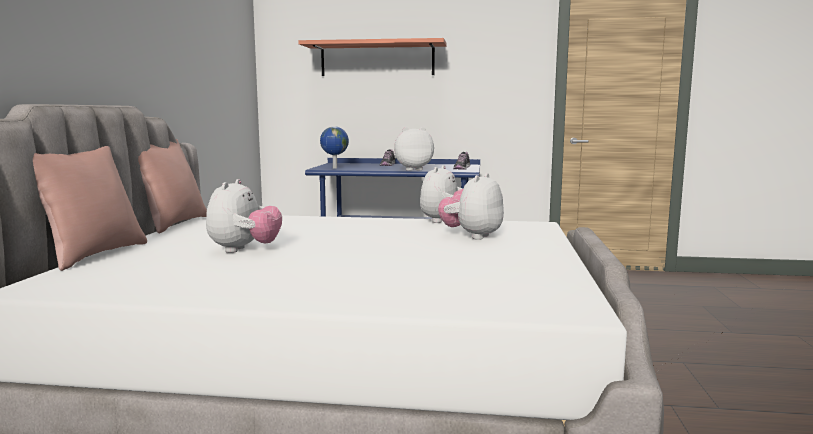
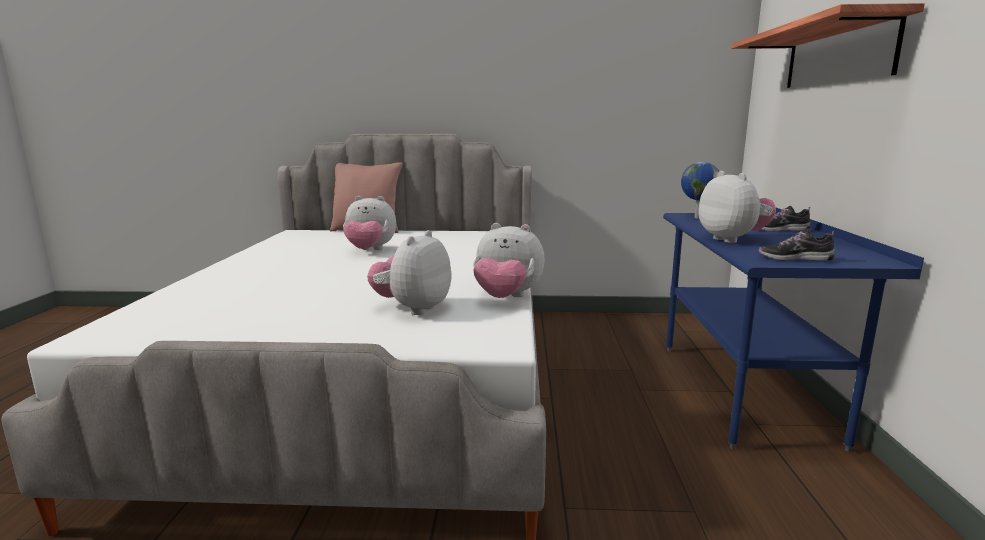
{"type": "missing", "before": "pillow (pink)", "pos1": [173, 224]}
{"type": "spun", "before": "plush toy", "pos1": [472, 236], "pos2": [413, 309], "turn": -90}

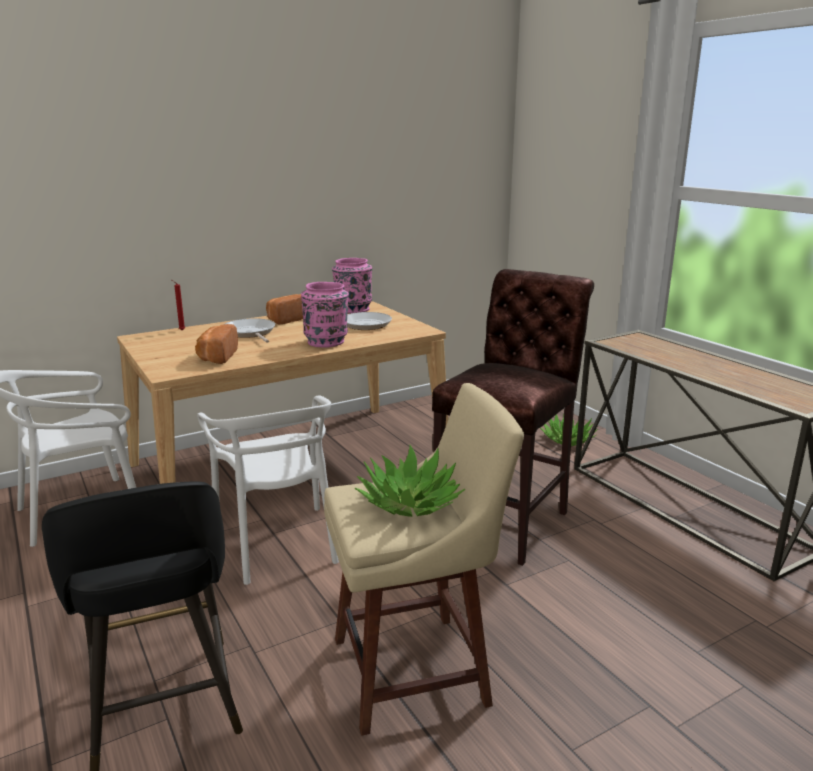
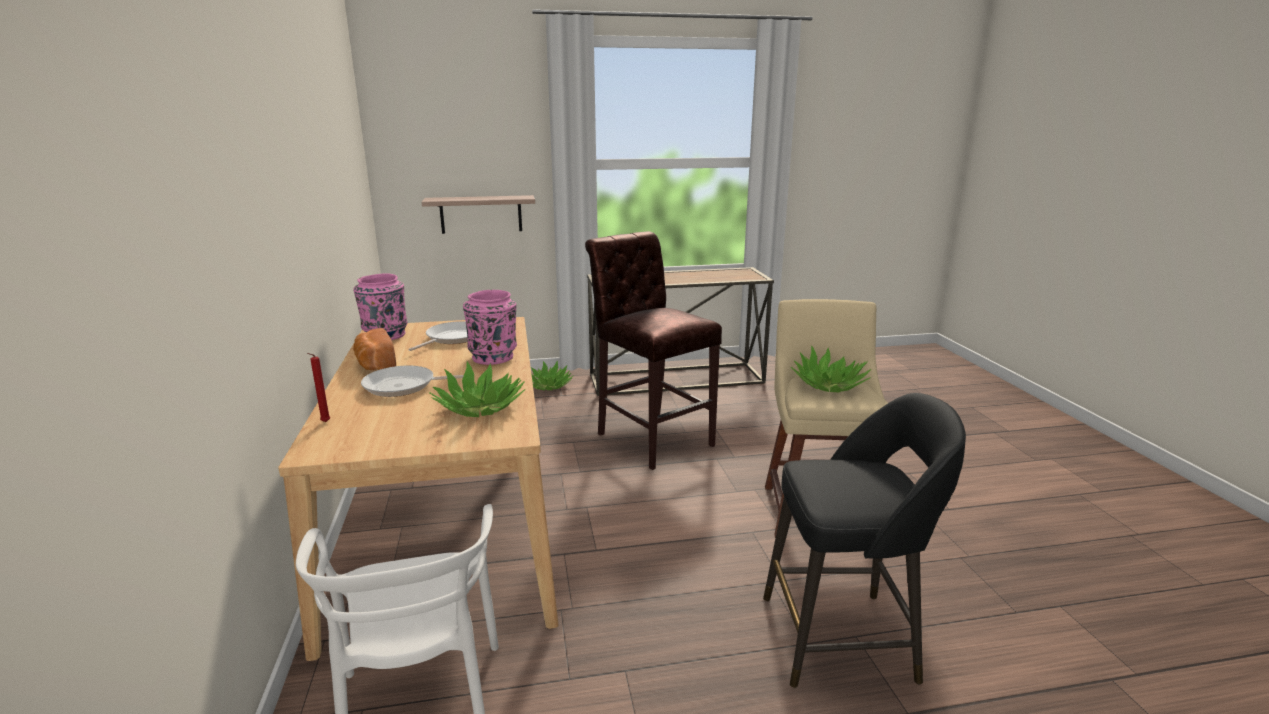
{"type": "exchanged", "before": "bread", "after": "potted plant", "pos1": [216, 357], "pos2": [480, 407]}
{"type": "missing", "before": "chair (white)", "pos1": [278, 543]}
{"type": "appeared", "after": "shelf", "pos2": [481, 214]}

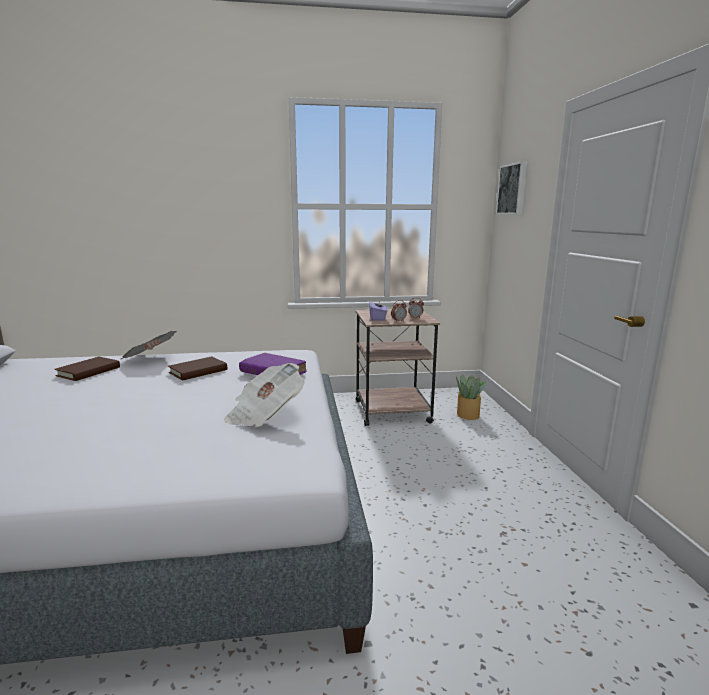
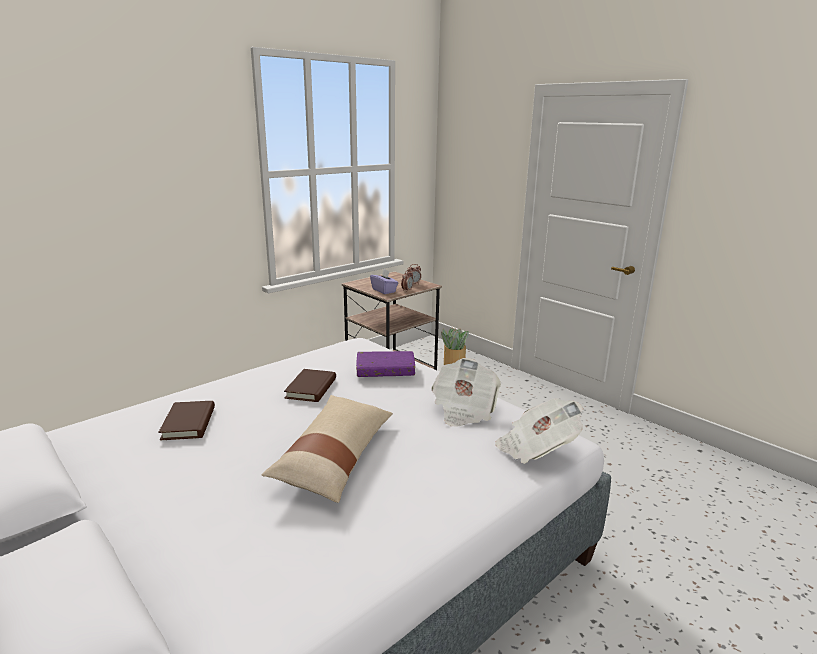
{"type": "missing", "before": "picture", "pos1": [513, 189]}
{"type": "relocated", "before": "newspaper", "pos1": [150, 359], "pos2": [536, 448]}
{"type": "appeared", "after": "pillow (beige)", "pos2": [334, 458]}

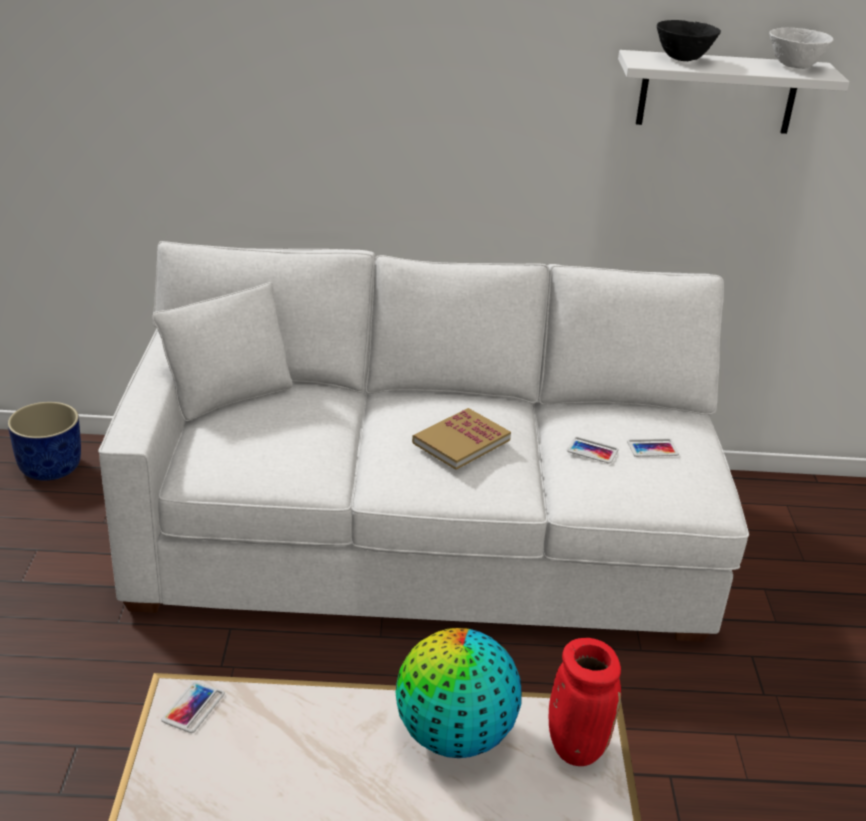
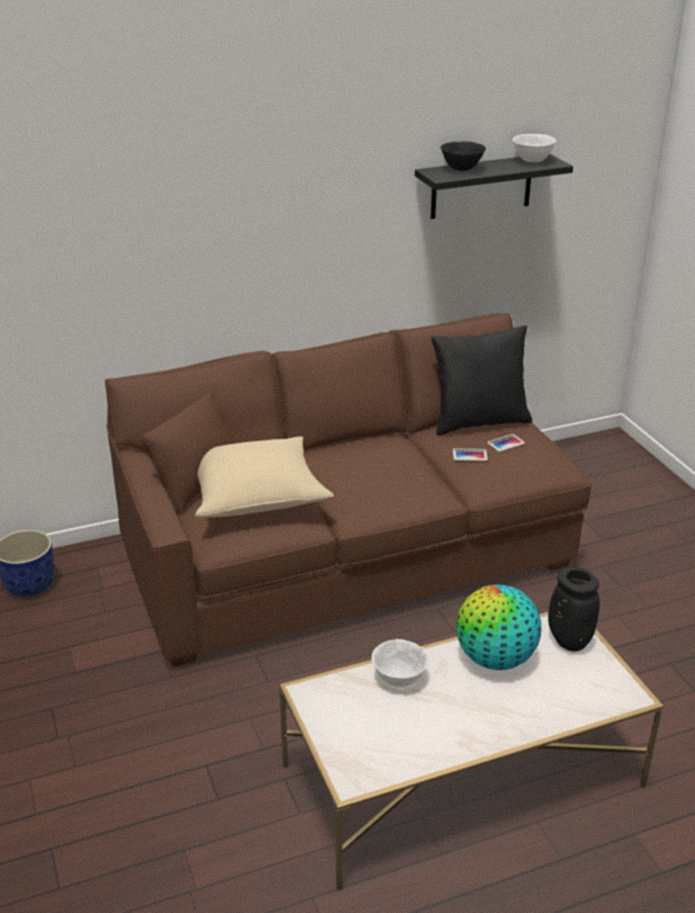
{"type": "colour", "before": "shelf (white)", "after": "shelf (black)", "pos1": [717, 92], "pos2": [481, 186]}
{"type": "colour", "before": "sofa (white)", "after": "sofa (brown)", "pos1": [425, 538], "pos2": [347, 553]}
{"type": "missing", "before": "book", "pos1": [461, 441]}
{"type": "colour", "before": "vase (red)", "after": "vase (black)", "pos1": [574, 746], "pos2": [567, 641]}
{"type": "missing", "before": "phone", "pos1": [193, 707]}
{"type": "appeared", "after": "pillow (black)", "pos2": [479, 422]}
{"type": "appeared", "after": "pillow (beige)", "pos2": [256, 497]}
{"type": "appeared", "after": "bowl (white)", "pos2": [399, 678]}

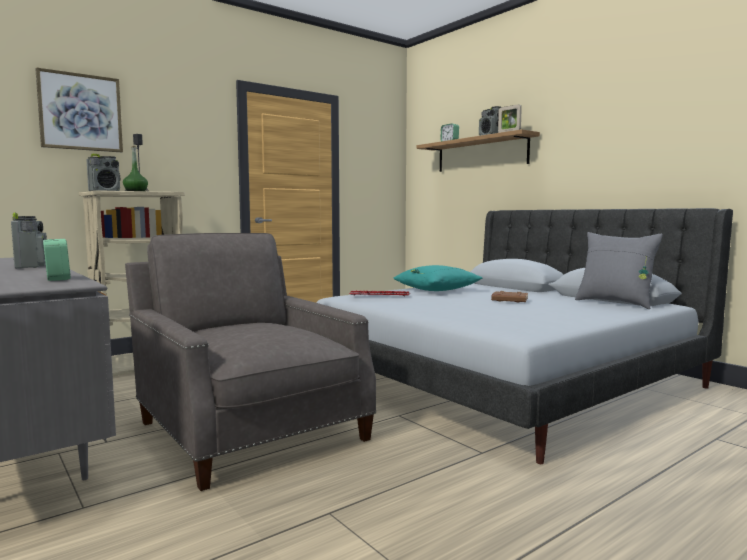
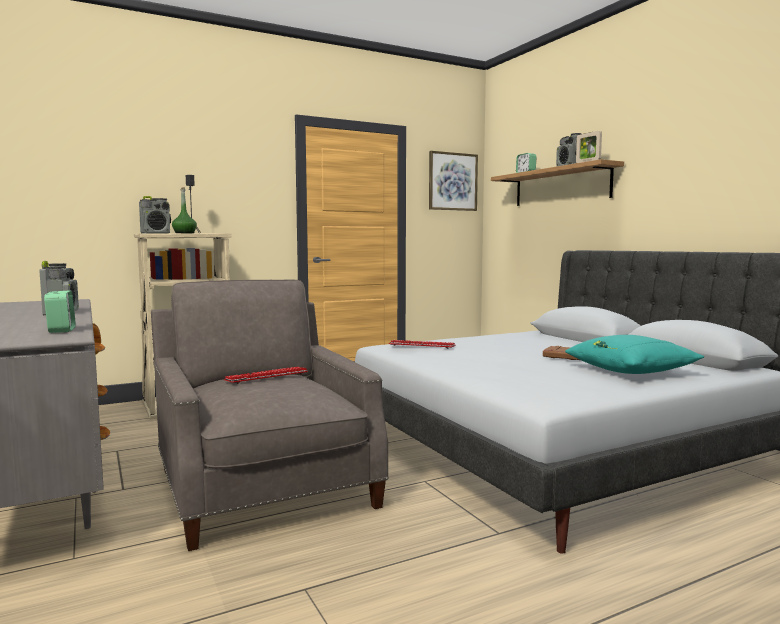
{"type": "relocated", "before": "picture", "pos1": [80, 112], "pos2": [452, 181]}
{"type": "missing", "before": "pillow (grey)", "pos1": [615, 303]}
{"type": "relocated", "before": "pillow (turquoise)", "pos1": [437, 290], "pos2": [631, 372]}
{"type": "appeared", "after": "keyboard", "pos2": [266, 377]}

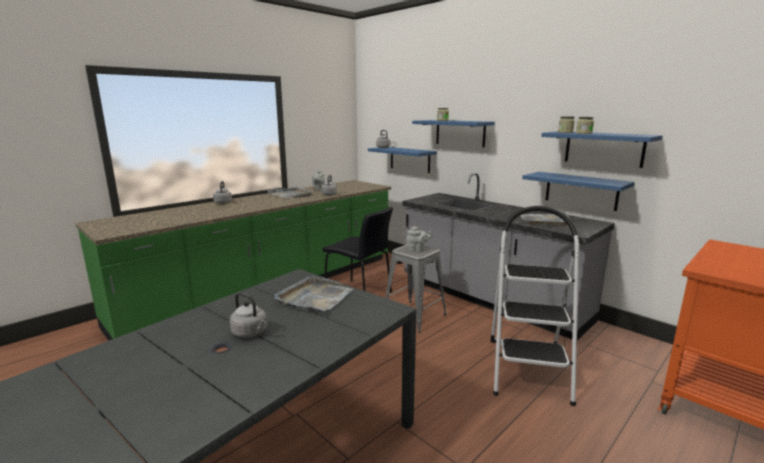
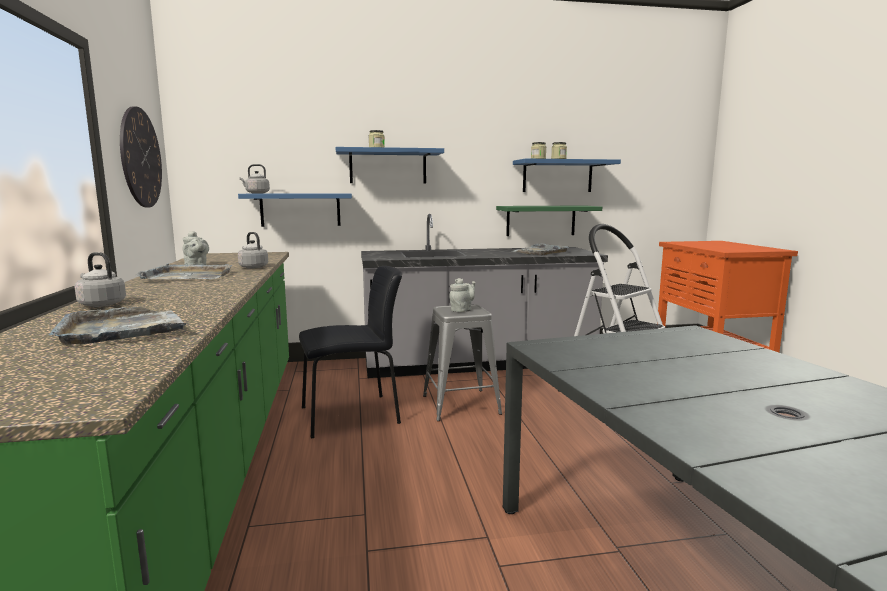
{"type": "colour", "before": "shelf (blue)", "after": "shelf (green)", "pos1": [581, 190], "pos2": [541, 220]}
{"type": "relocated", "before": "tray (grey)", "pos1": [315, 297], "pos2": [123, 329]}
{"type": "missing", "before": "kettle (grey)", "pos1": [251, 333]}
{"type": "appeared", "after": "wall clock", "pos2": [141, 158]}

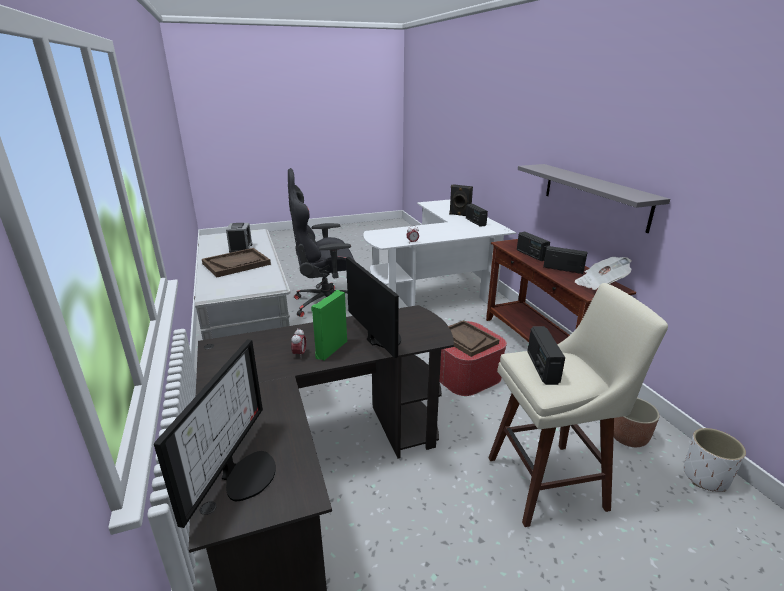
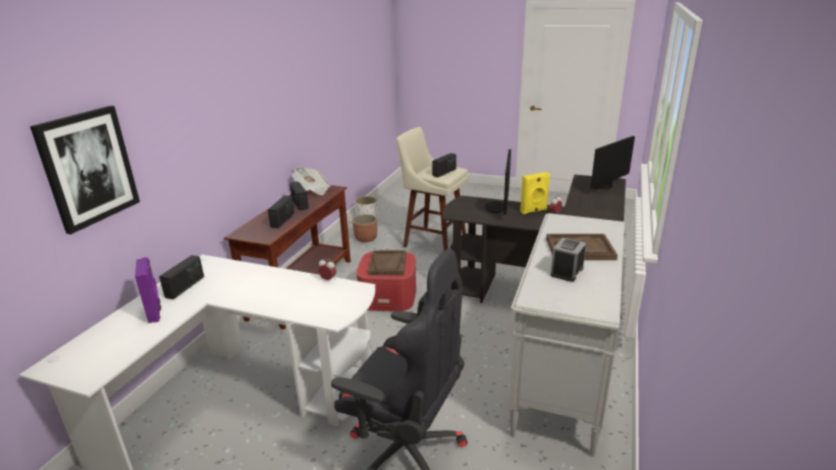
{"type": "missing", "before": "shelf (grey)", "pos1": [594, 195]}
{"type": "colour", "before": "speaker (black)", "after": "speaker (purple)", "pos1": [459, 215], "pos2": [155, 312]}
{"type": "colour", "before": "speaker (green)", "after": "speaker (yellow)", "pos1": [330, 349], "pos2": [534, 211]}
{"type": "appeared", "after": "picture", "pos2": [88, 168]}

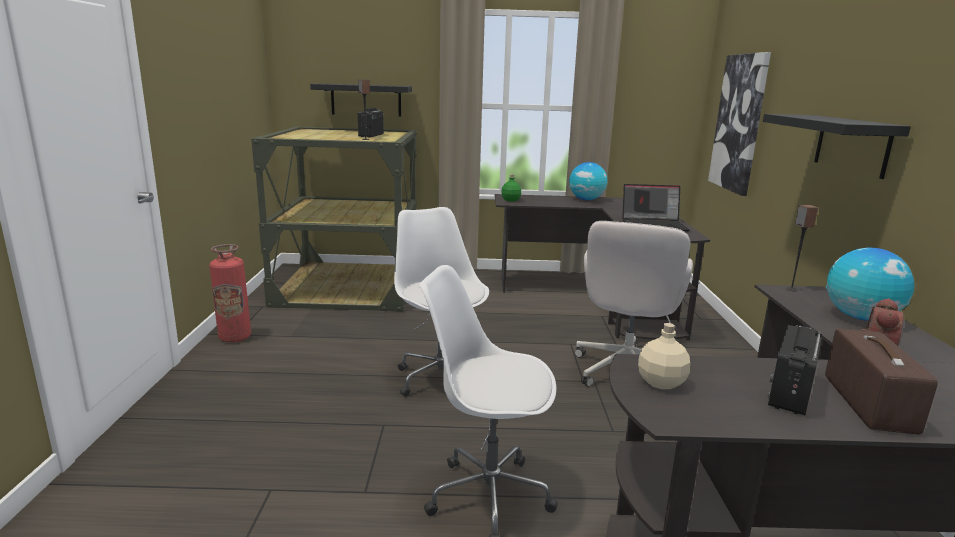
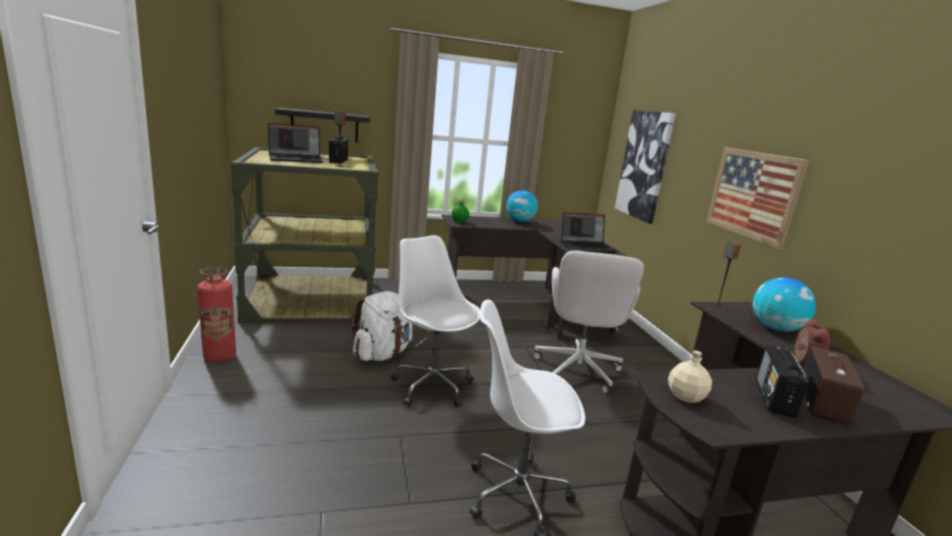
{"type": "exchanged", "before": "shelf (black)", "after": "picture", "pos1": [851, 145], "pos2": [752, 194]}
{"type": "spun", "before": "radio", "pos1": [866, 402], "pos2": [824, 402], "turn": -150}
{"type": "appeared", "after": "laptop", "pos2": [296, 159]}
{"type": "appeared", "after": "backpack (white)", "pos2": [381, 354]}

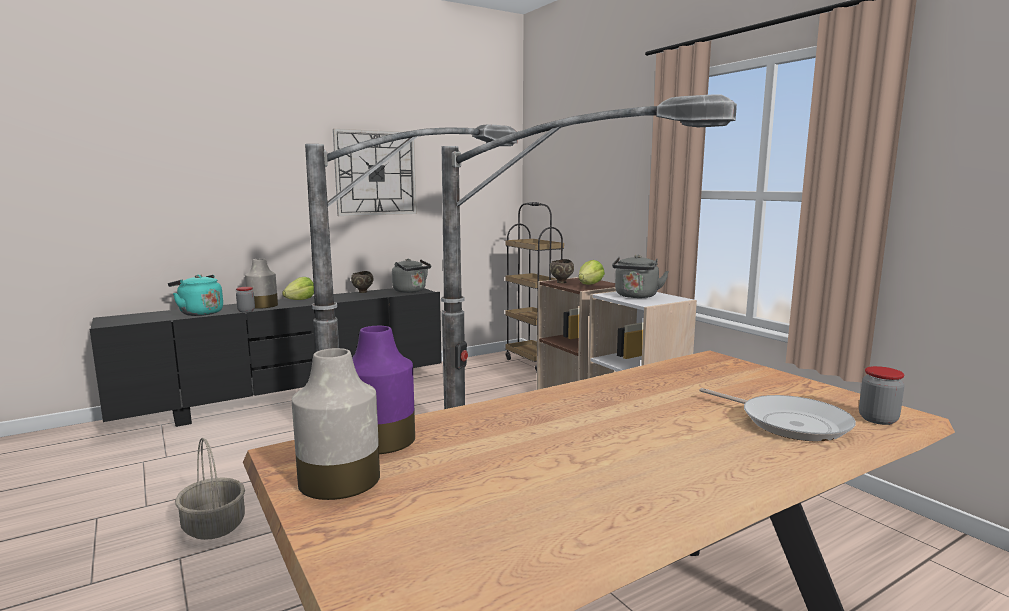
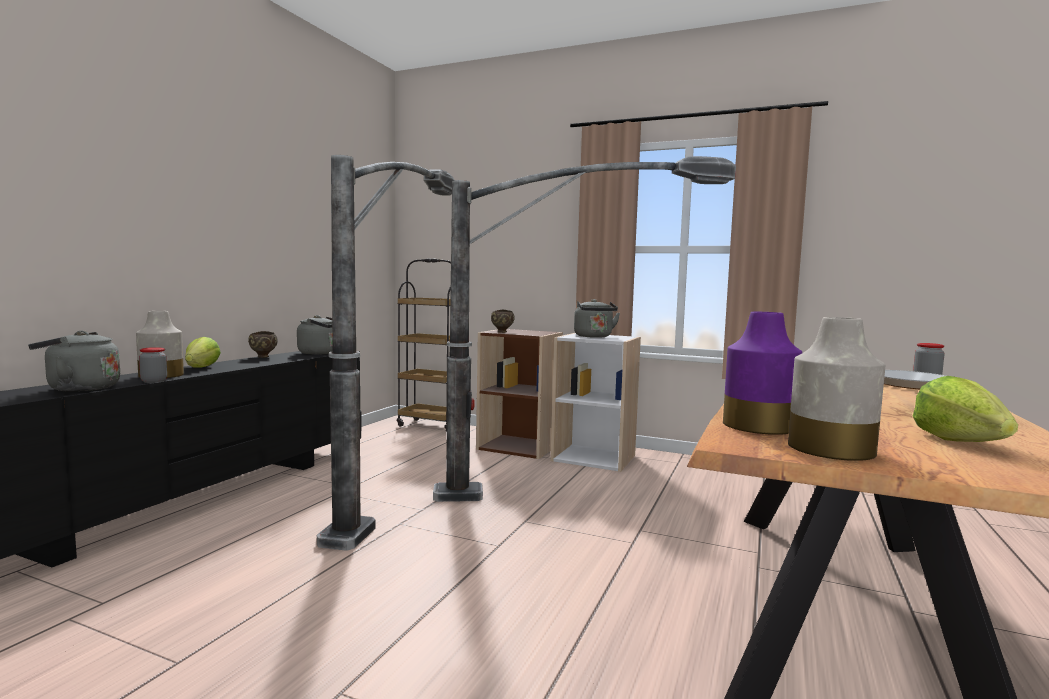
{"type": "missing", "before": "wall clock", "pos1": [376, 173]}
{"type": "relocated", "before": "lettuce", "pos1": [589, 285], "pos2": [959, 441]}
{"type": "colour", "before": "kettle (turquoise)", "after": "kettle (grey)", "pos1": [199, 313], "pos2": [79, 388]}
{"type": "missing", "before": "basket", "pos1": [213, 526]}

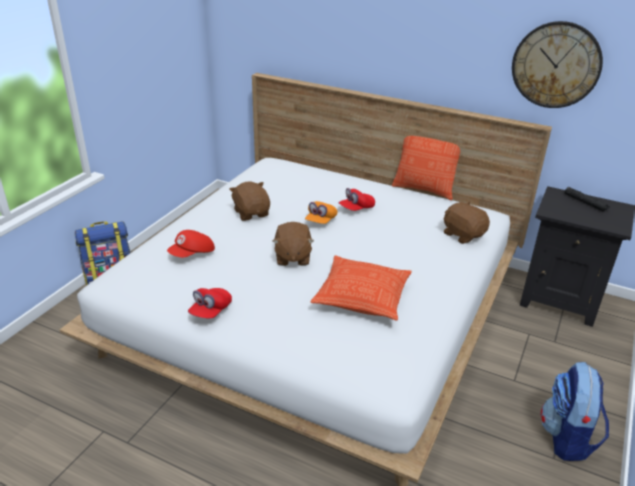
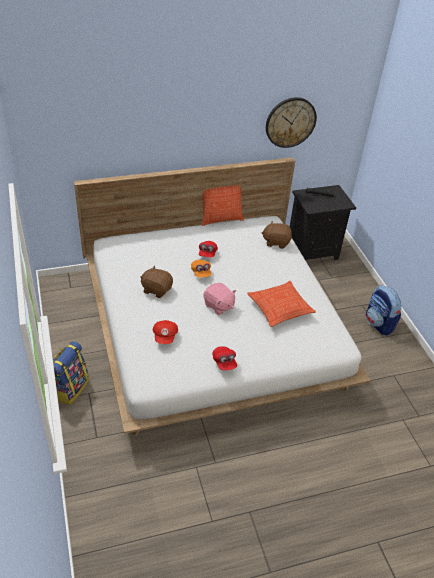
{"type": "colour", "before": "plush toy (brown)", "after": "plush toy (pink)", "pos1": [292, 257], "pos2": [218, 306]}

